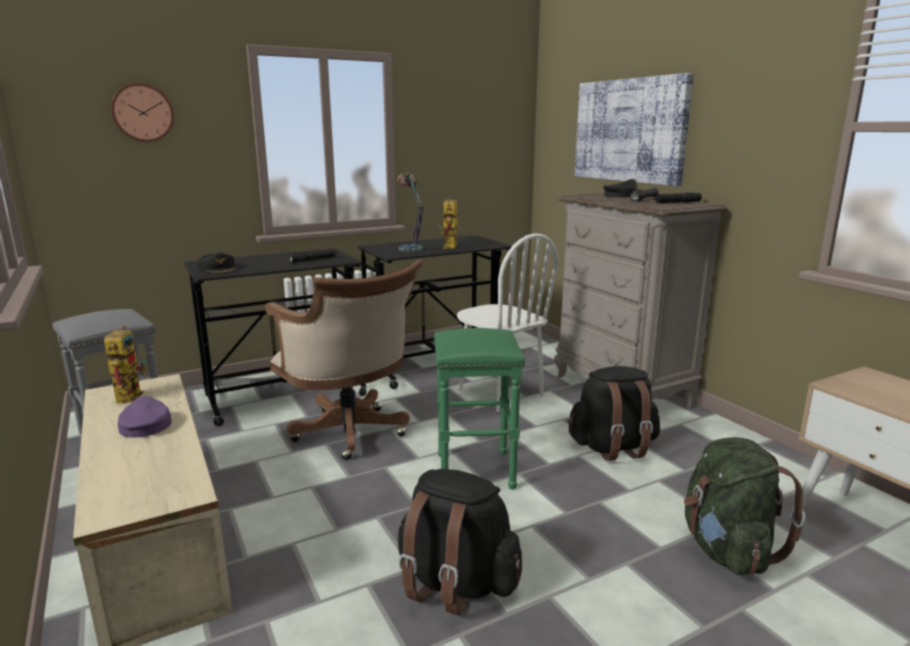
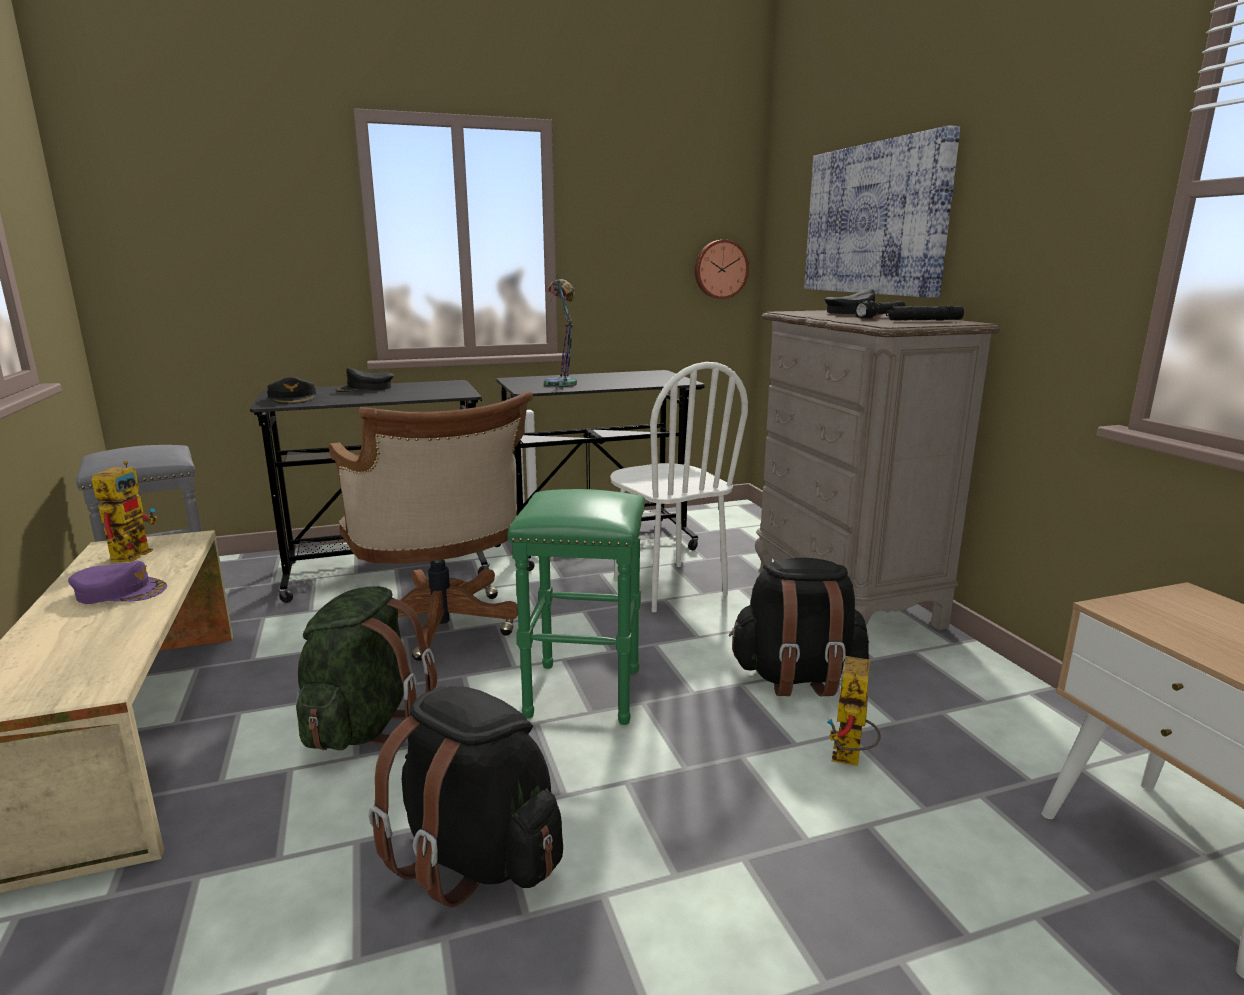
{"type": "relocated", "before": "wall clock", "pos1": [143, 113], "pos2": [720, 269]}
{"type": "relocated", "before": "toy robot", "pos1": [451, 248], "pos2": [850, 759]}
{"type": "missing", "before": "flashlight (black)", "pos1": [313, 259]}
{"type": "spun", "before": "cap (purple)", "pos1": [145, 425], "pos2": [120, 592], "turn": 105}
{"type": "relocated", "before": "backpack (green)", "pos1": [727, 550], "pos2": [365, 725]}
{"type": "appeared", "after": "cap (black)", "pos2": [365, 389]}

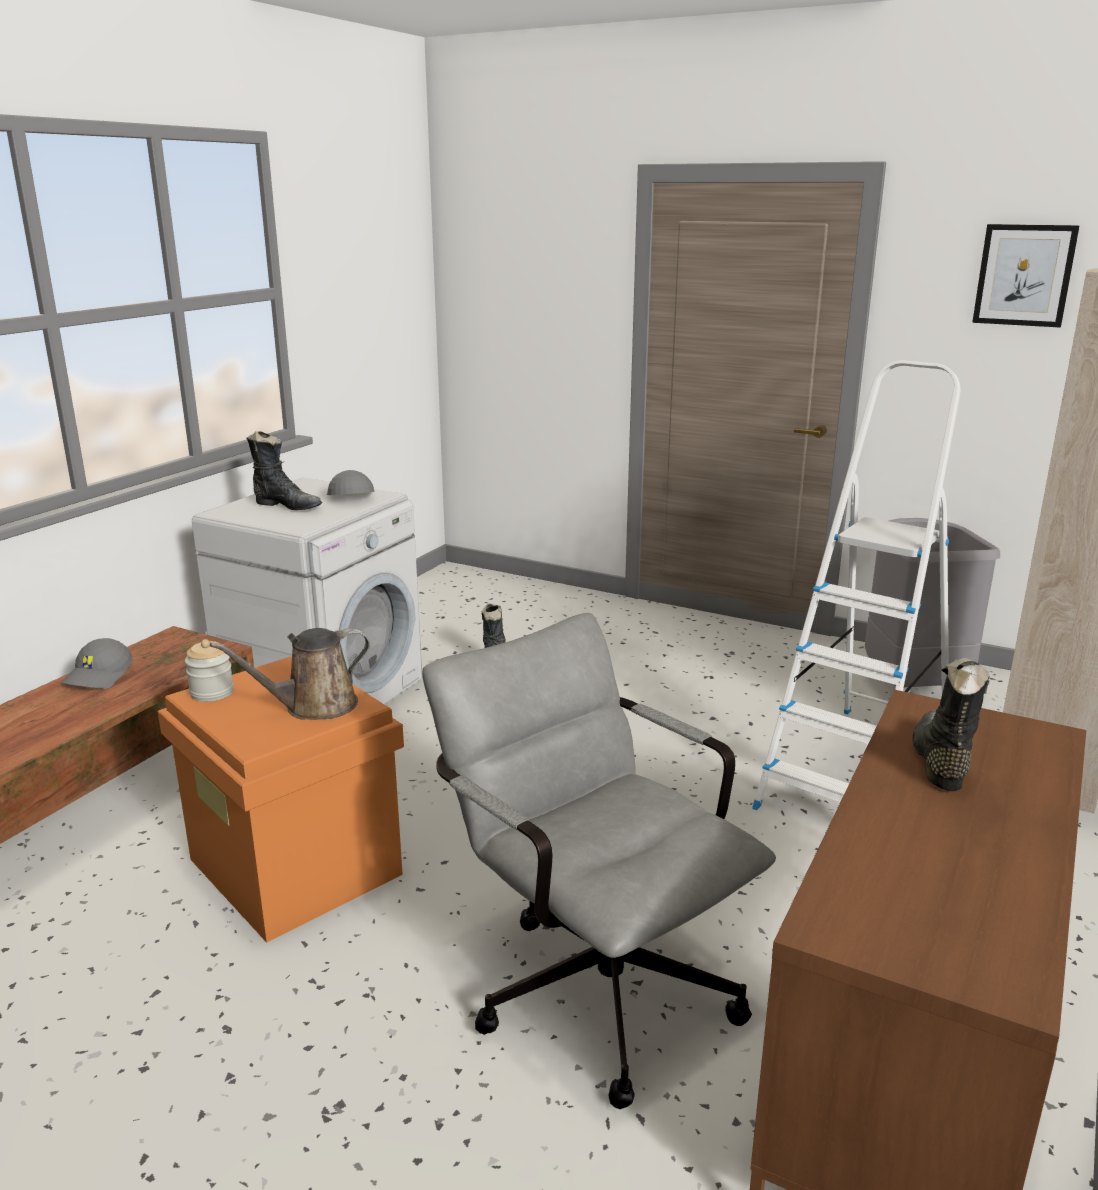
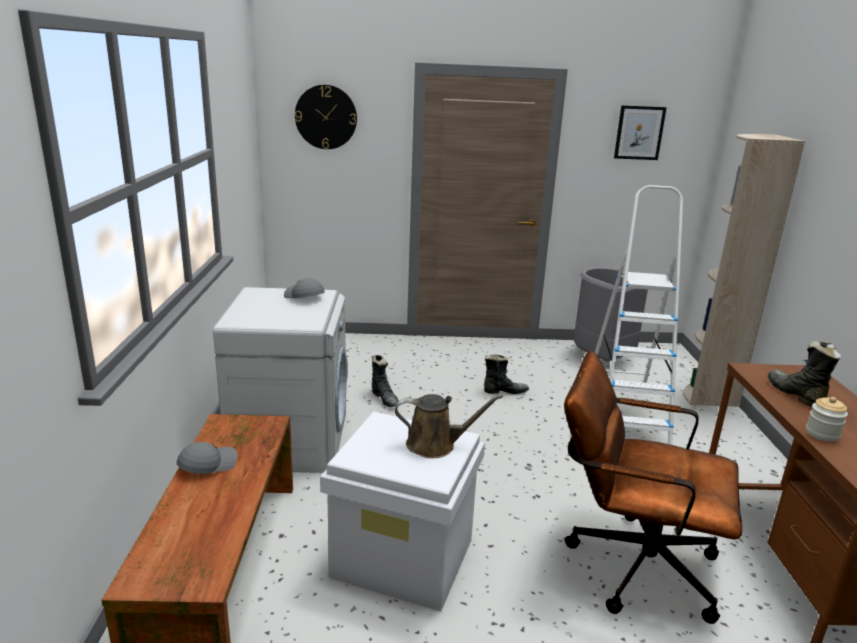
{"type": "relocated", "before": "boot (black)", "pos1": [287, 506], "pos2": [504, 391]}
{"type": "colour", "before": "office chair (grey)", "after": "office chair (brown)", "pos1": [592, 980], "pos2": [629, 563]}
{"type": "spun", "before": "watering can (brown)", "pos1": [314, 706], "pos2": [436, 445], "turn": -120}
{"type": "spun", "before": "cap (grey)", "pos1": [99, 676], "pos2": [208, 464], "turn": -120}
{"type": "relocated", "before": "jar", "pos1": [212, 692], "pos2": [822, 434]}
{"type": "colour", "before": "storage box (orange)", "after": "storage box (white)", "pos1": [297, 867], "pos2": [405, 558]}
{"type": "appeared", "after": "wall clock", "pos2": [326, 117]}

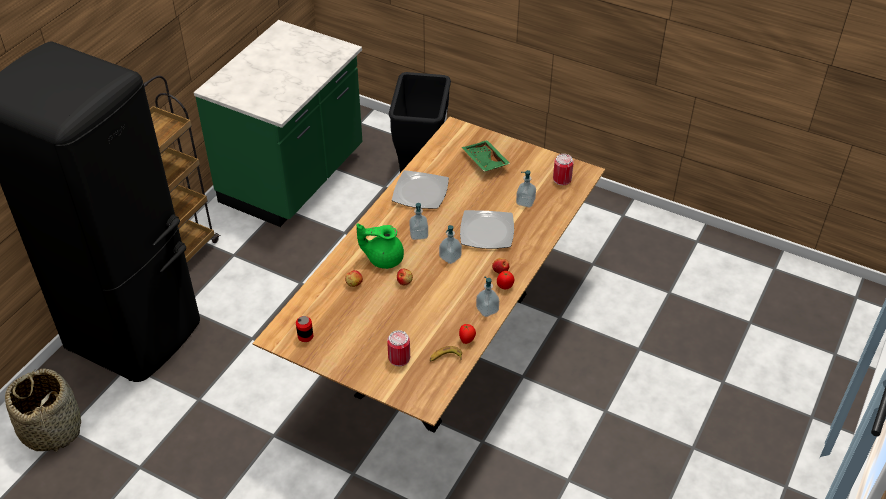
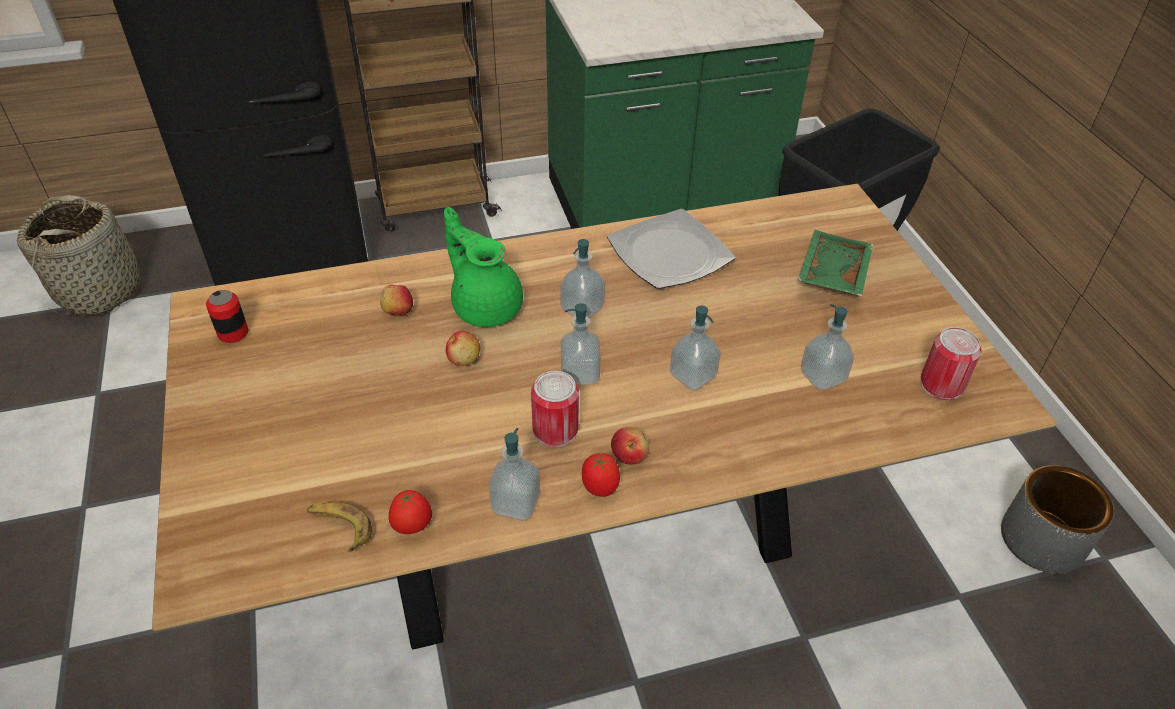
{"type": "exchanged", "before": "plate", "after": "soap dispenser", "pos1": [486, 231], "pos2": [692, 376]}
{"type": "relocated", "before": "can", "pos1": [399, 358], "pos2": [555, 430]}
{"type": "appeared", "after": "planter (grey)", "pos2": [1042, 541]}

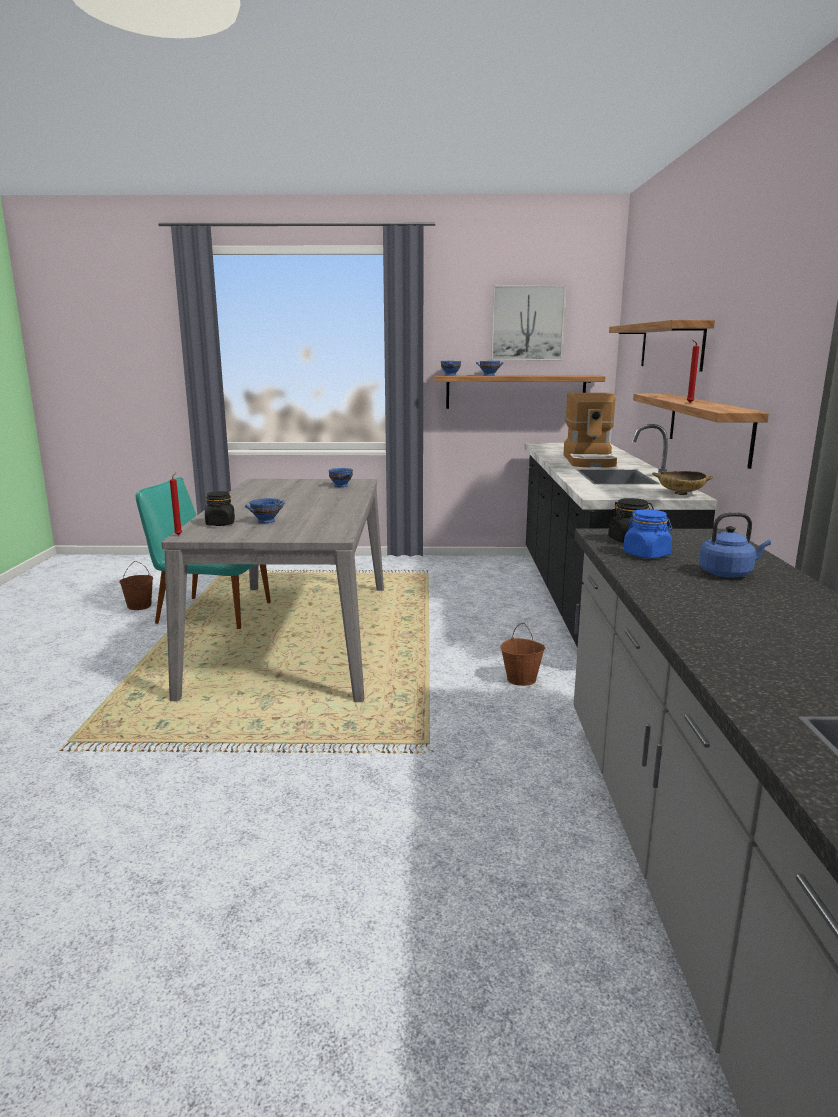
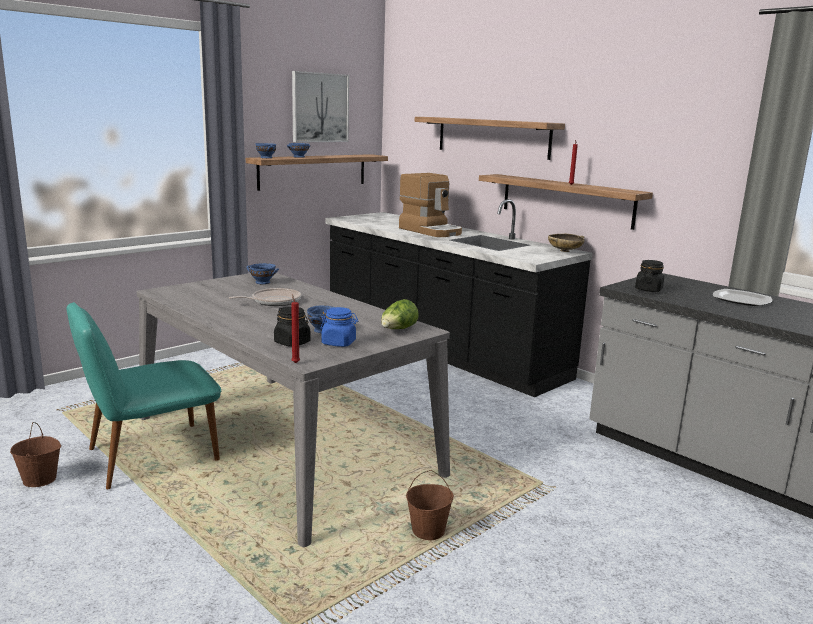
{"type": "relocated", "before": "jar (blue)", "pos1": [646, 555], "pos2": [339, 343]}
{"type": "exchanged", "before": "kettle (blue)", "after": "plate", "pos1": [728, 573], "pos2": [741, 299]}
{"type": "relocated", "before": "bucket (brown)", "pos1": [521, 679], "pos2": [428, 531]}
{"type": "appeared", "after": "frying pan", "pos2": [273, 301]}
{"type": "appeared", "after": "lettuce", "pos2": [398, 330]}

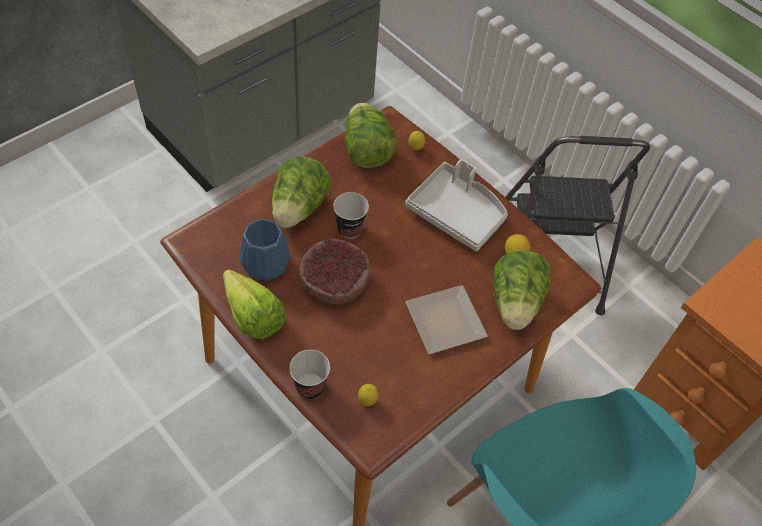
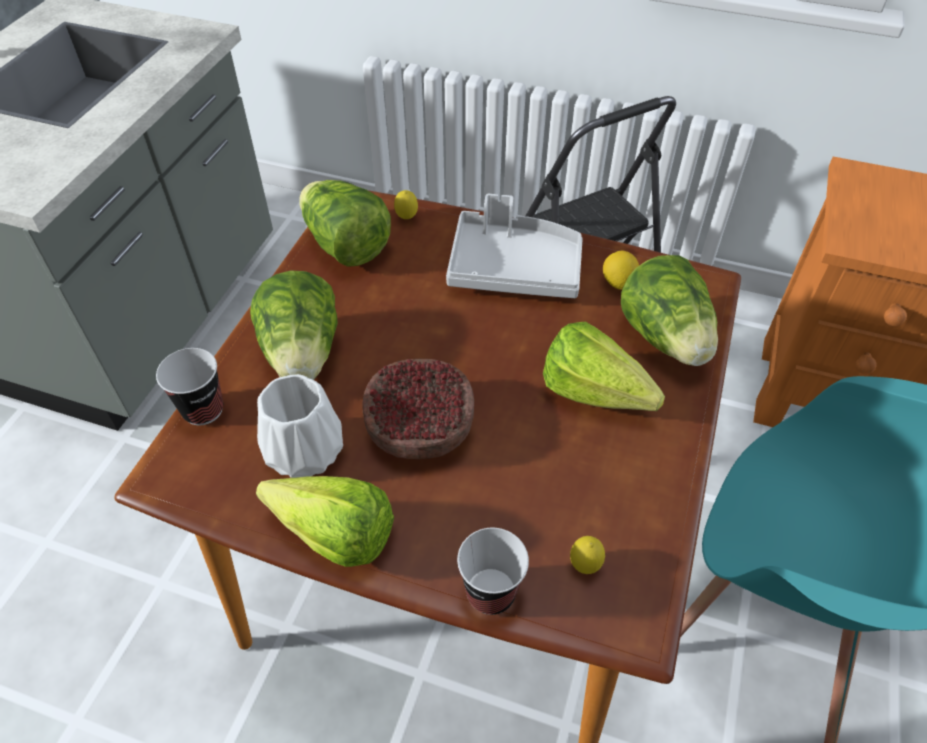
{"type": "relocated", "before": "cup", "pos1": [350, 229], "pos2": [203, 410]}
{"type": "colour", "before": "vase (blue)", "after": "vase (white)", "pos1": [264, 265], "pos2": [303, 453]}
{"type": "exchanged", "before": "plate", "after": "lettuce", "pos1": [446, 319], "pos2": [600, 399]}

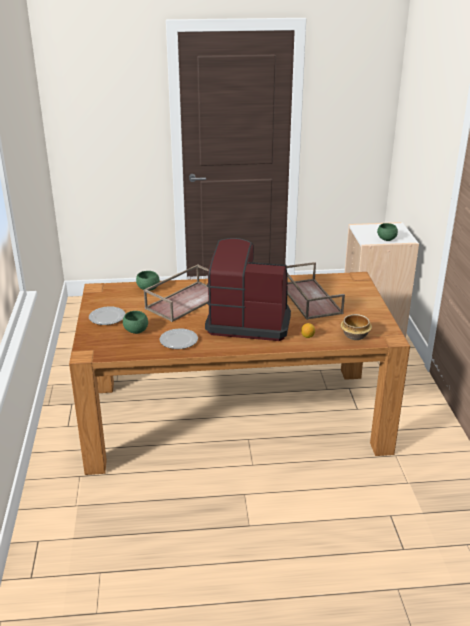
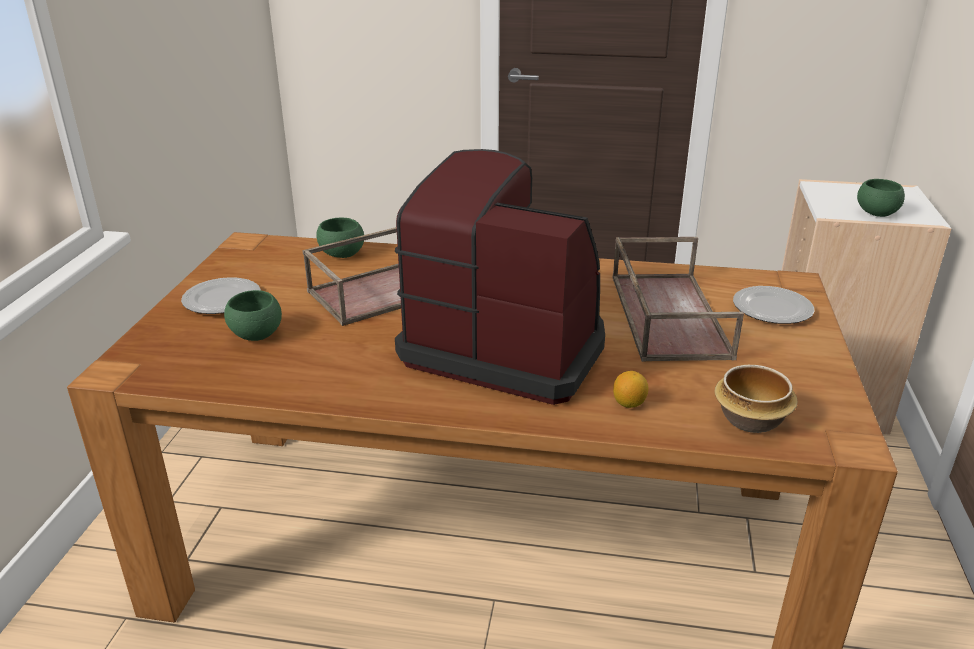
{"type": "relocated", "before": "plate", "pos1": [178, 340], "pos2": [771, 308]}

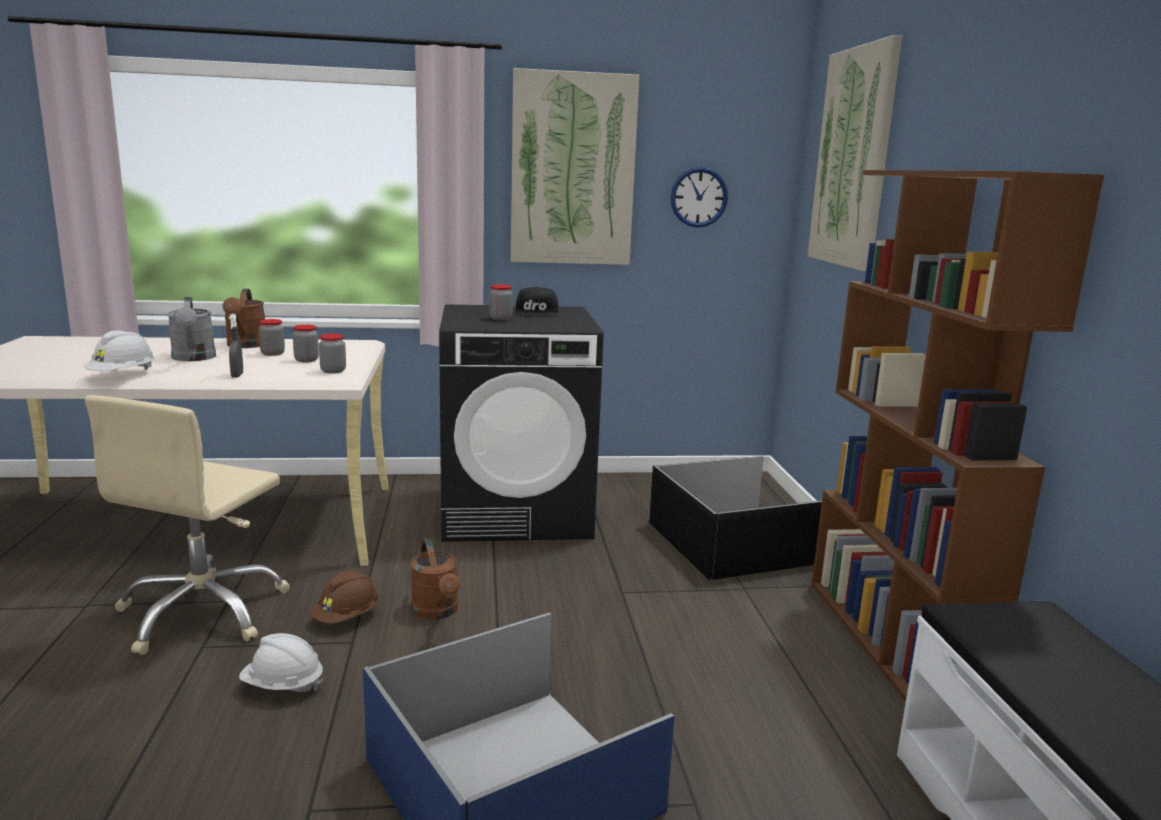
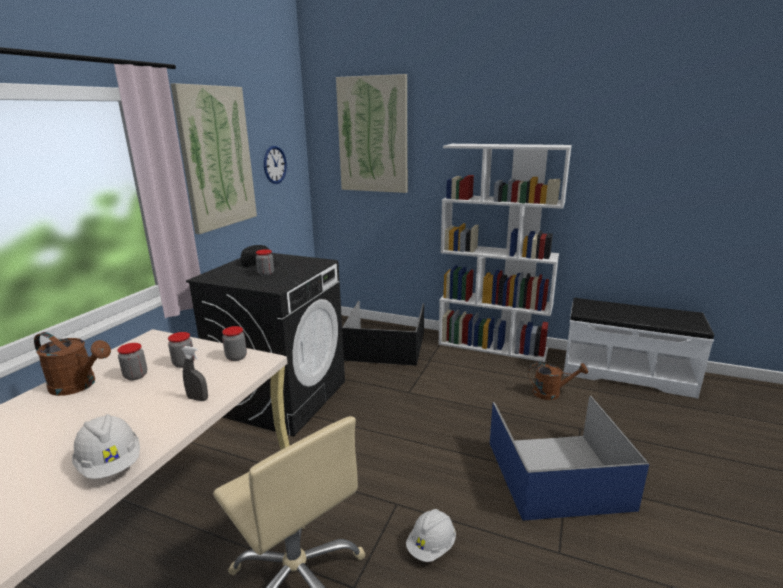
{"type": "colour", "before": "bookcase (brown)", "after": "bookcase (white)", "pos1": [893, 642], "pos2": [493, 346]}
{"type": "missing", "before": "watering can (grey)", "pos1": [194, 358]}
{"type": "relocated", "before": "watering can (brown)", "pos1": [437, 612], "pos2": [551, 393]}
{"type": "missing", "before": "hard hat (brown)", "pos1": [347, 618]}

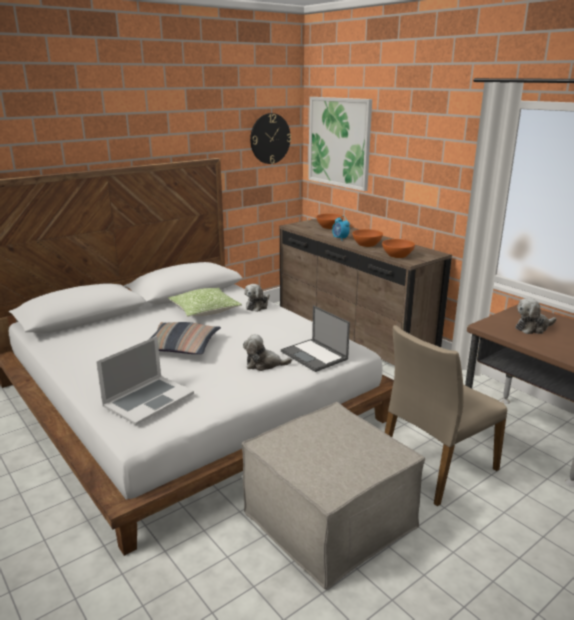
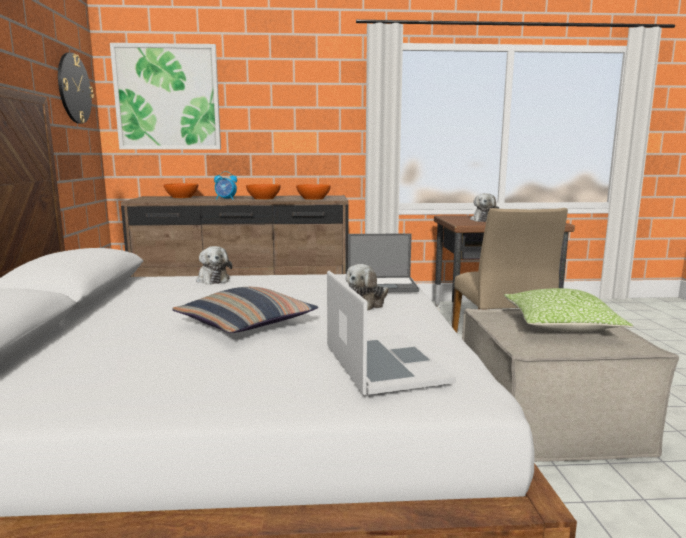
{"type": "relocated", "before": "pillow", "pos1": [204, 311], "pos2": [560, 326]}

